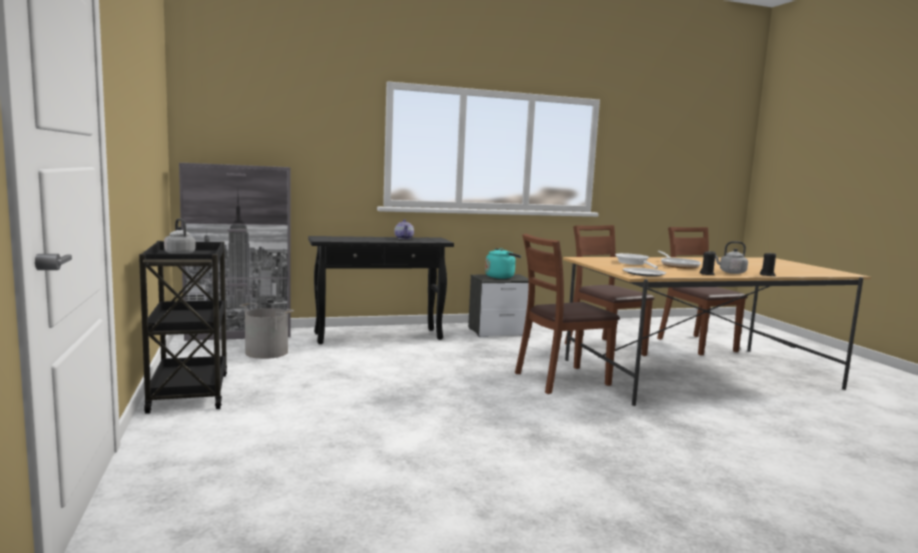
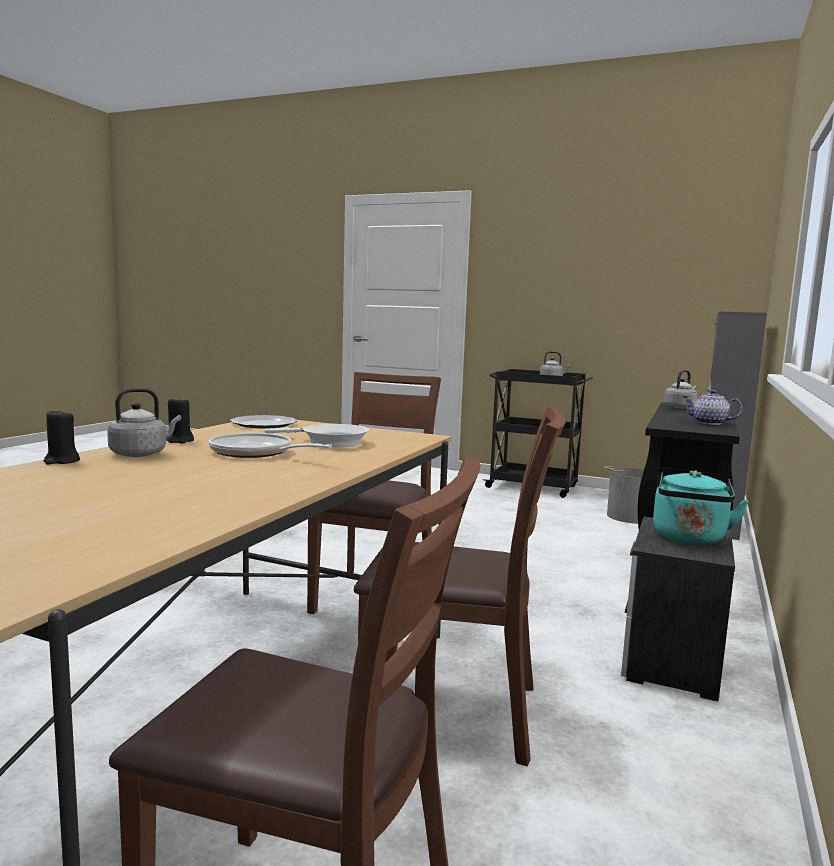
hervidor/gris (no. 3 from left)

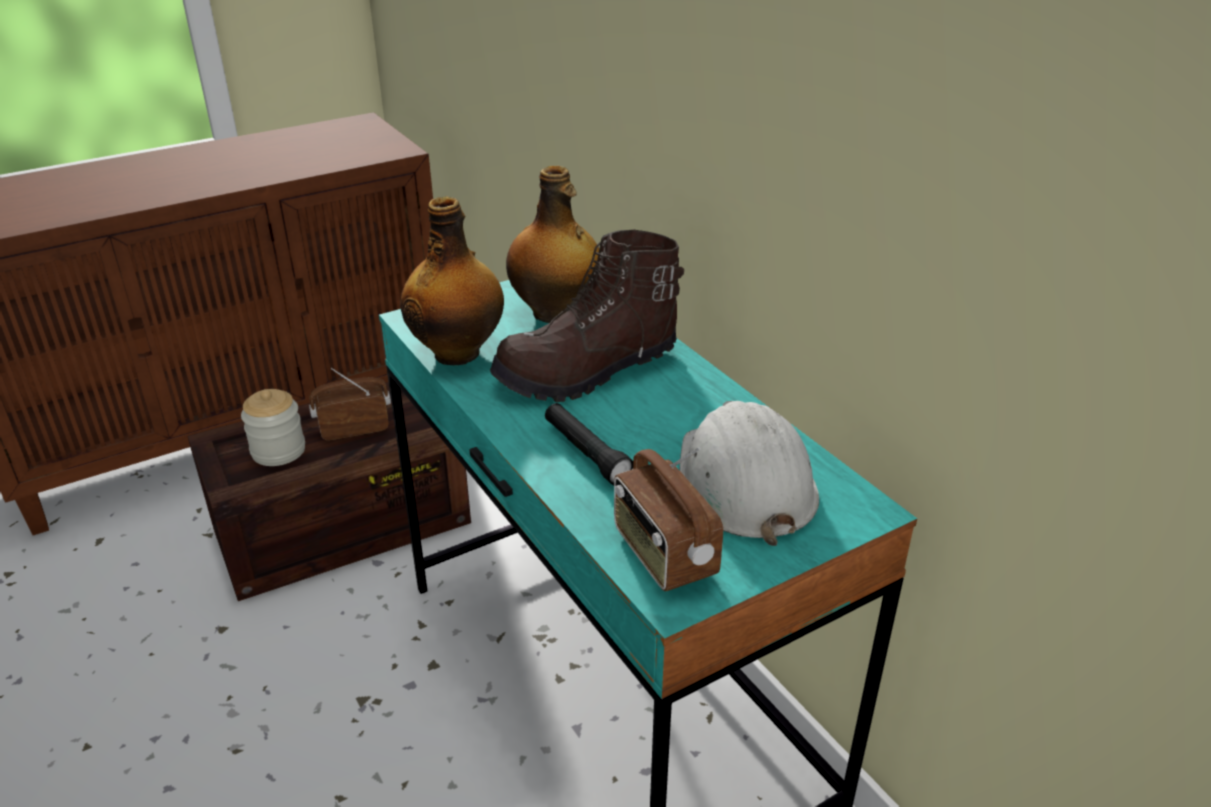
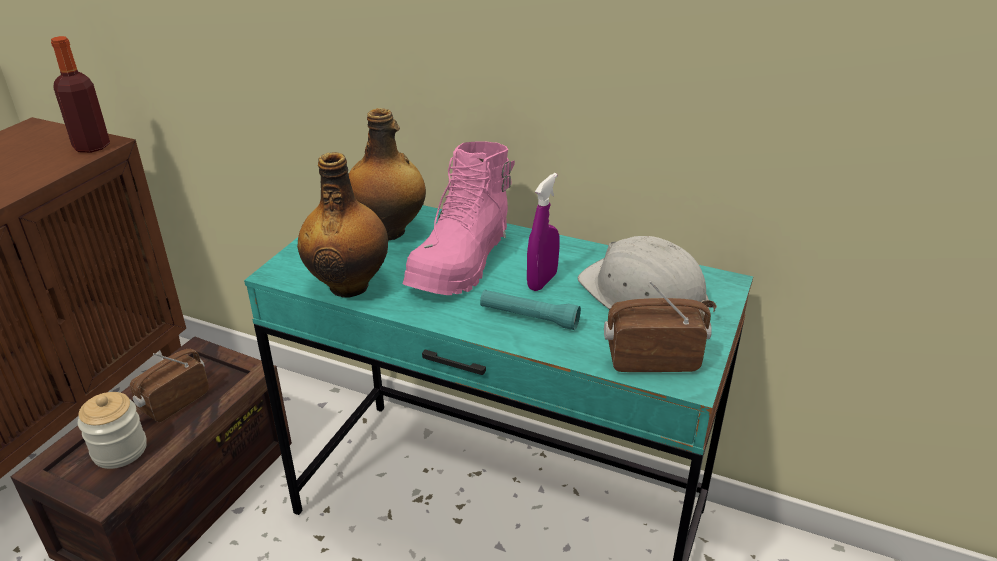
botella (no. 1 from left)
bota/rosa
linterna/turquesa
pulverizador/morado
radio (no. 2 from left)

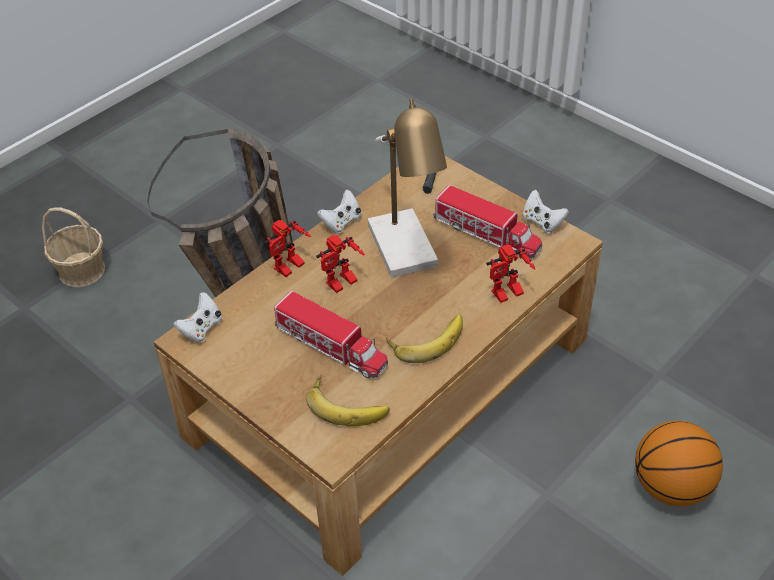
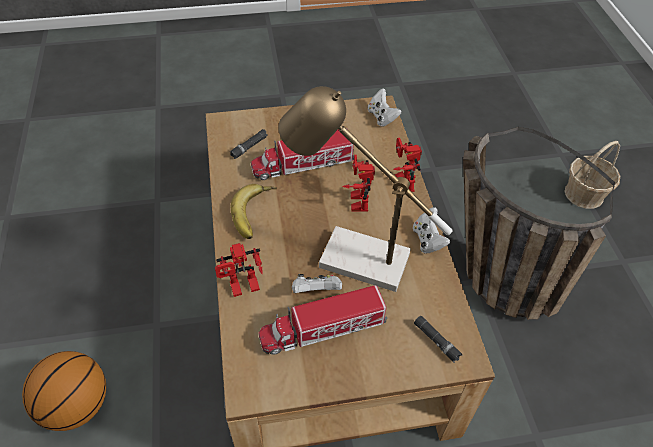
robot de juguete (no. 1 from left)
linterna/negro (no. 1 from left)
mando de consola/blanco (no. 1 from left)

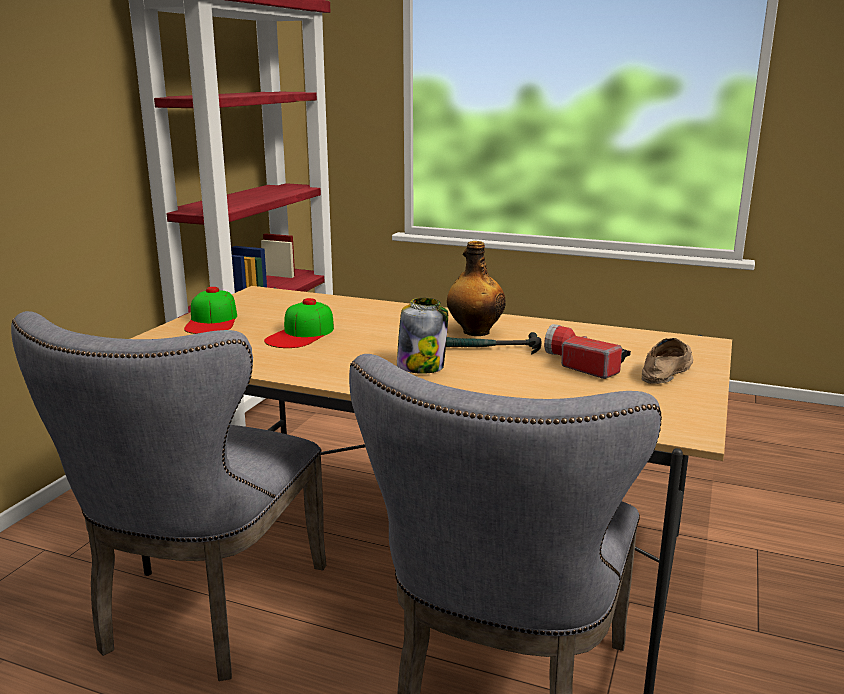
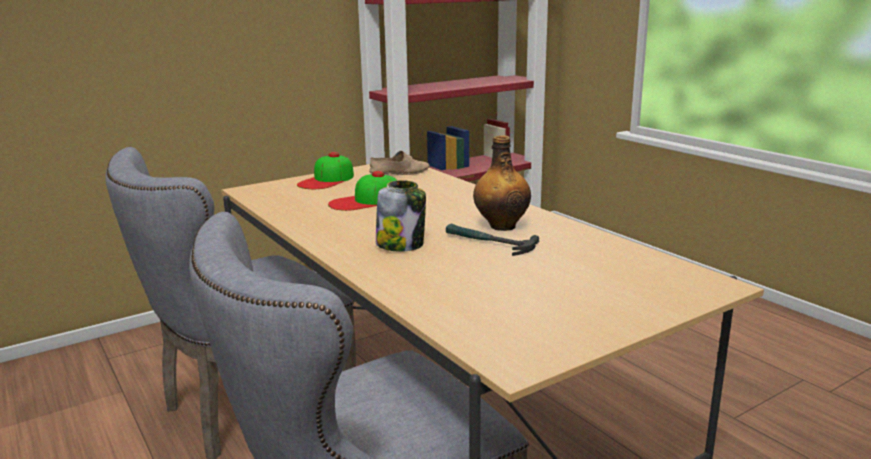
zapato/beis
linterna

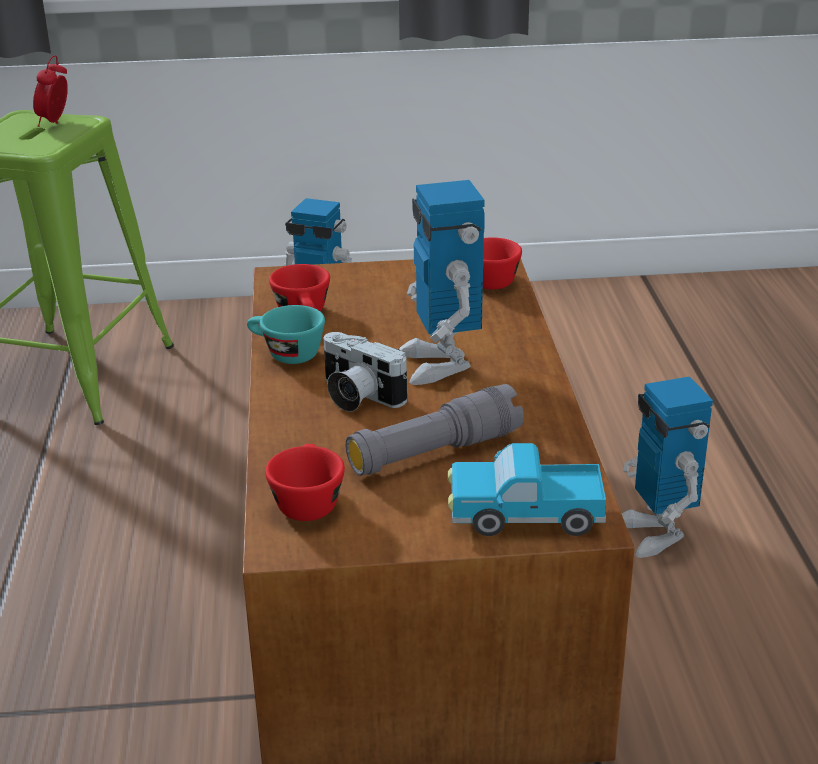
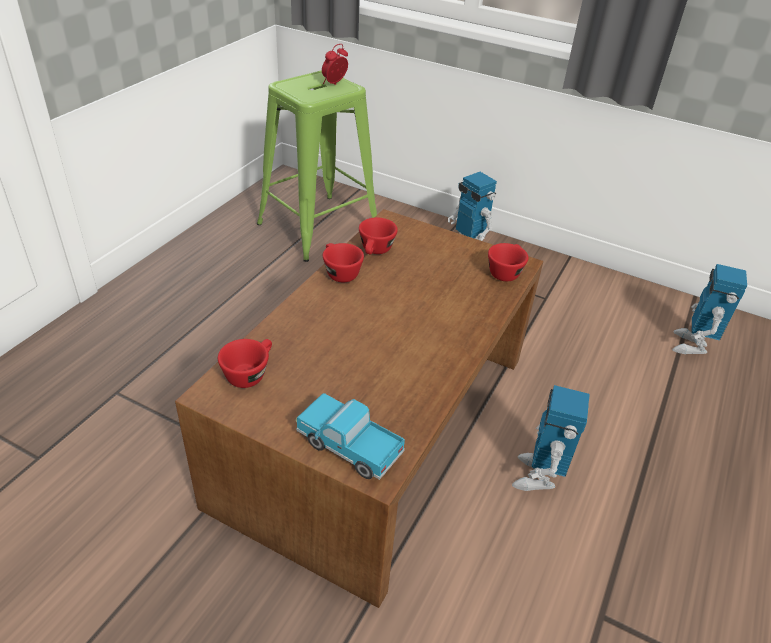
taza/rojo (no. 2 from left)
robot de juguete (no. 3 from left)
cámara
linterna/gris

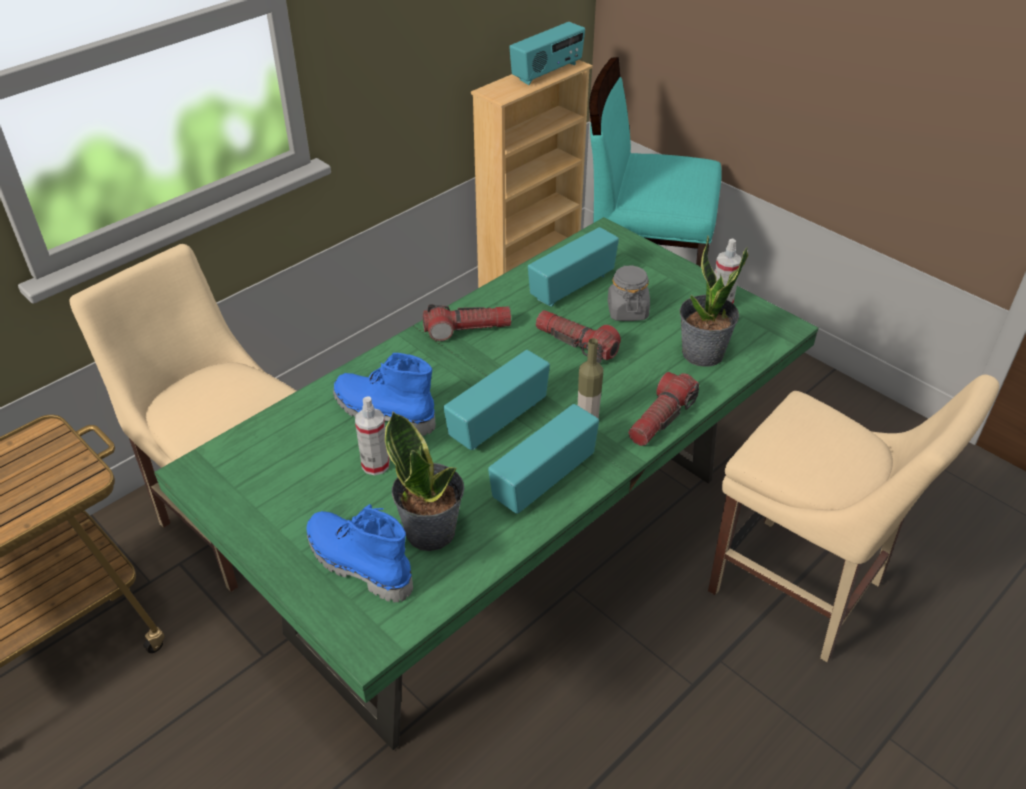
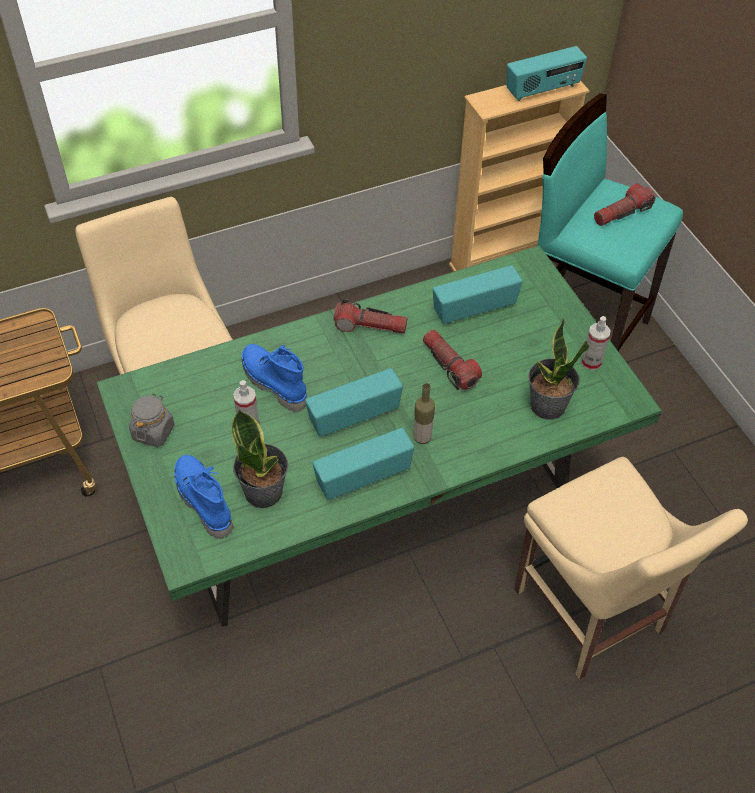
tarro/gris
linterna (no. 3 from left)

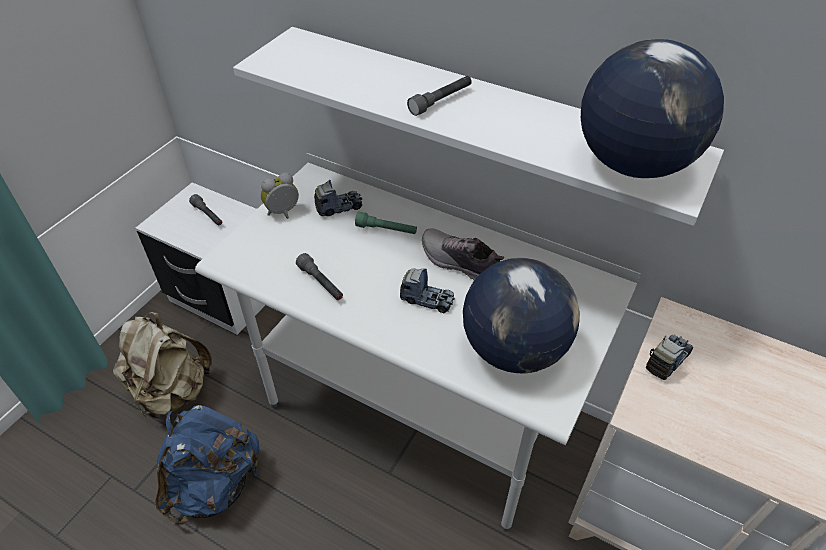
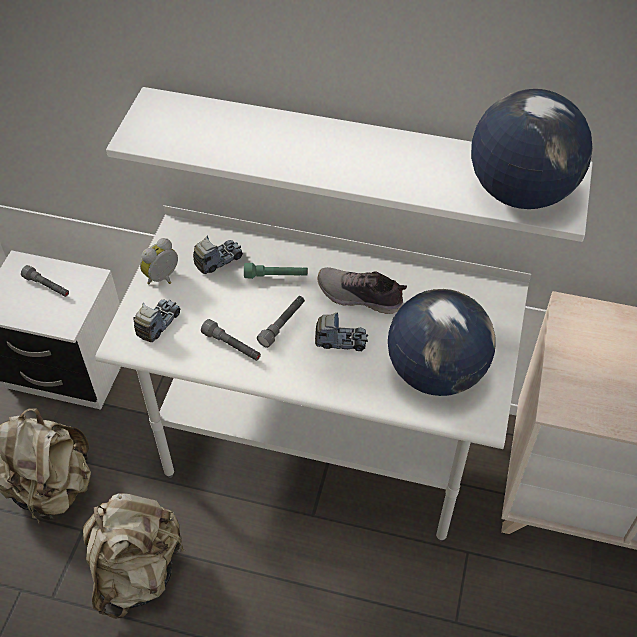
mochila/beis (no. 2 from left)
camión de juguete (no. 1 from left)
linterna/gris (no. 3 from left)

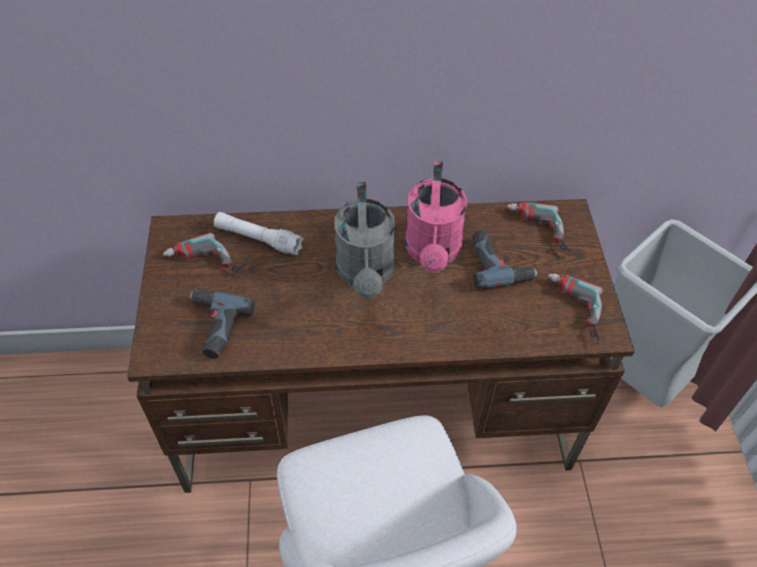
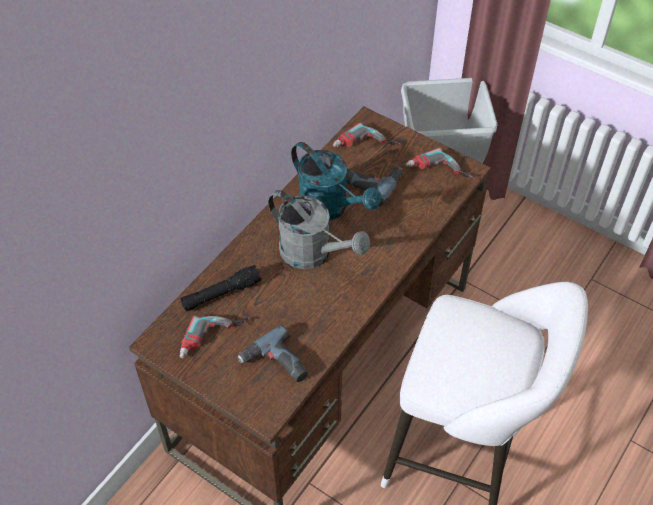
linterna/negro
regadera/turquesa

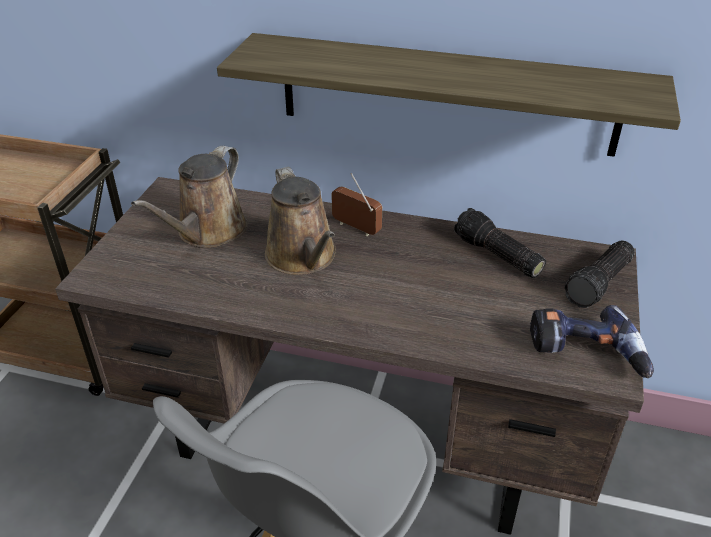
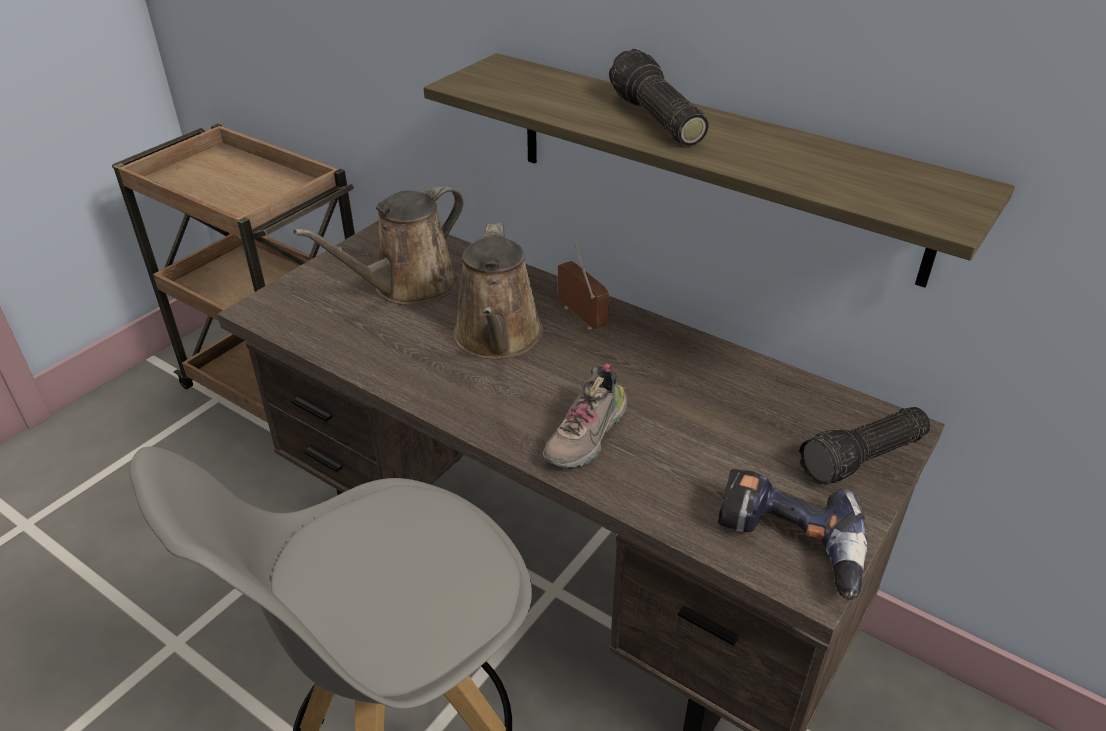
zapato
linterna (no. 1 from left)

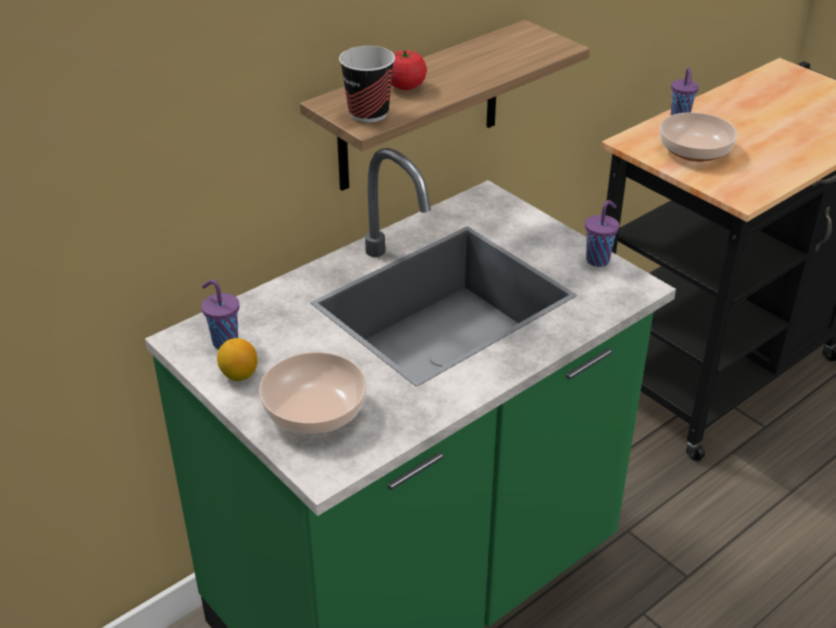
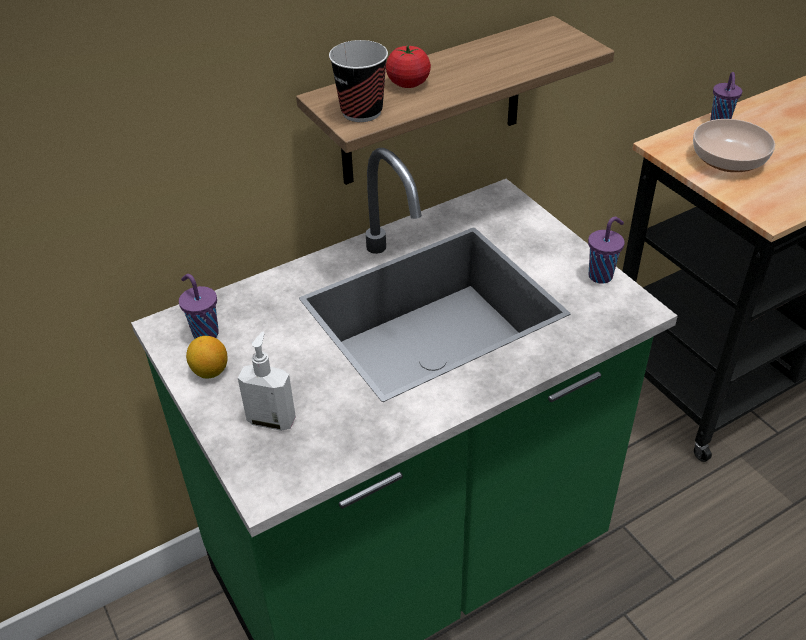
dispensador de jabón

